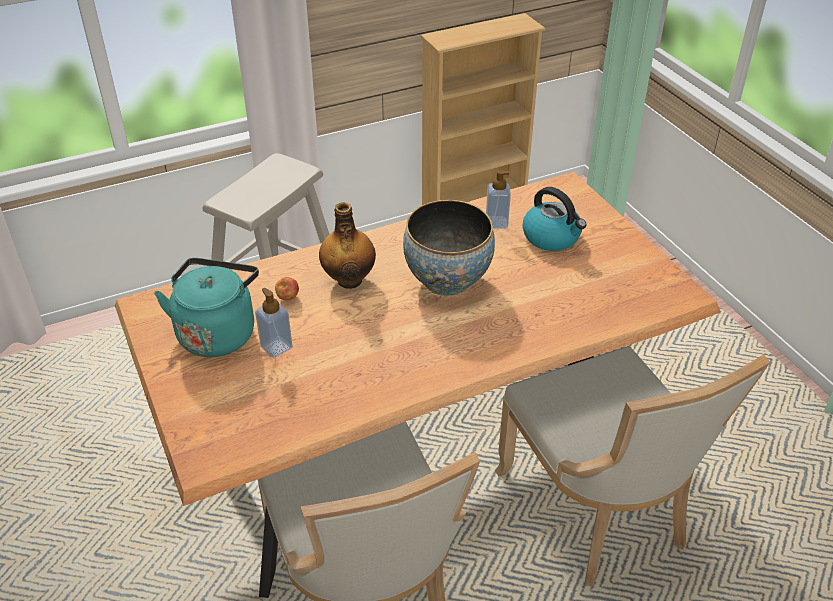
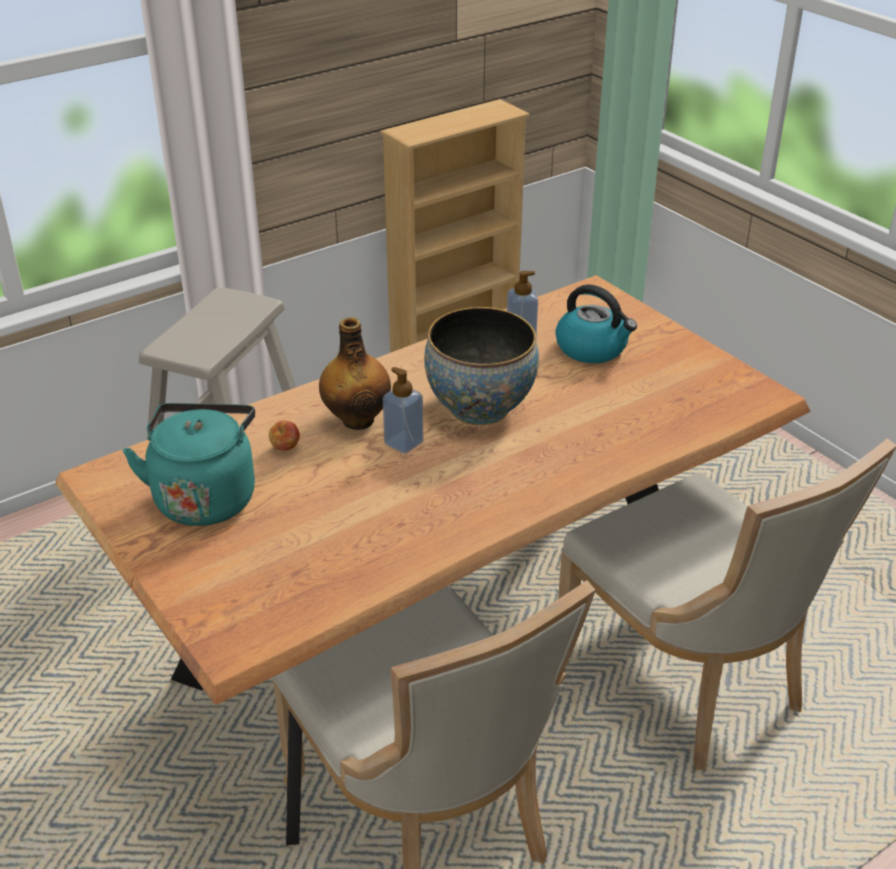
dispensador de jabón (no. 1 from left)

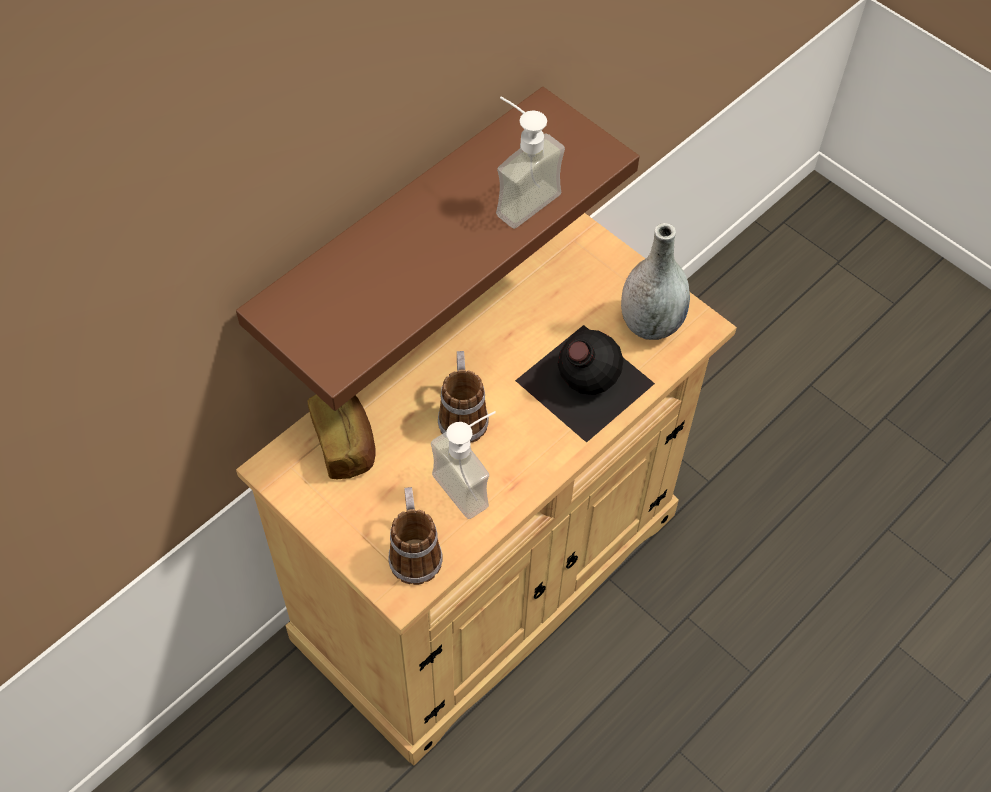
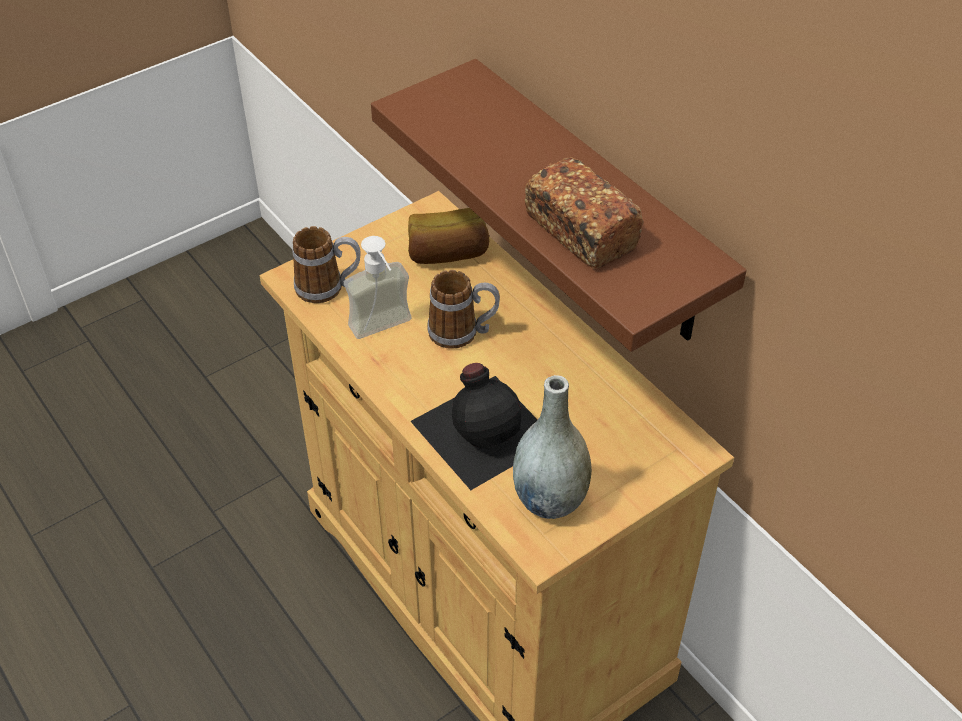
pan (no. 2 from left)

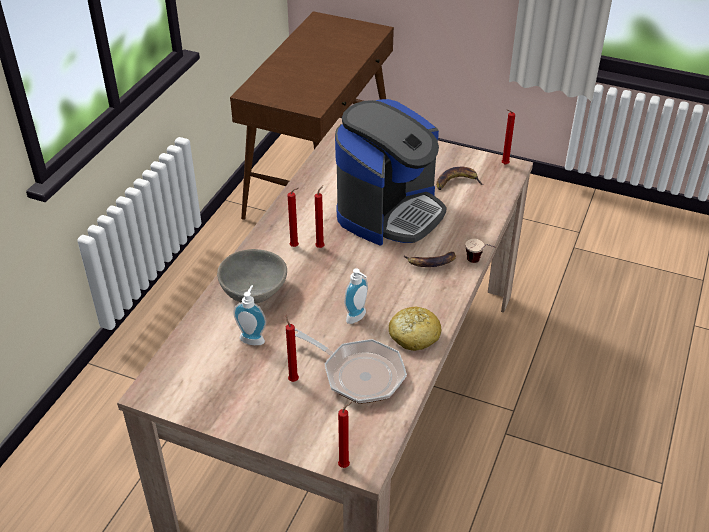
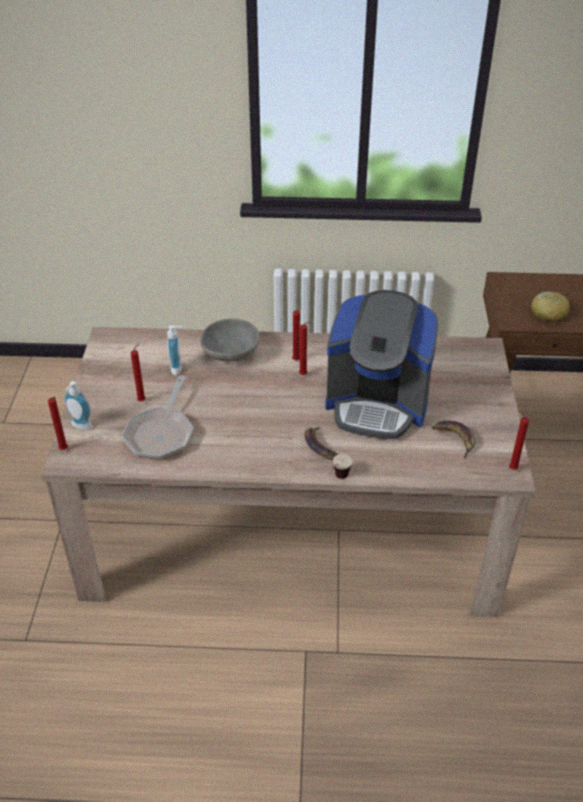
dispensador de jabón (no. 1 from left)
pan

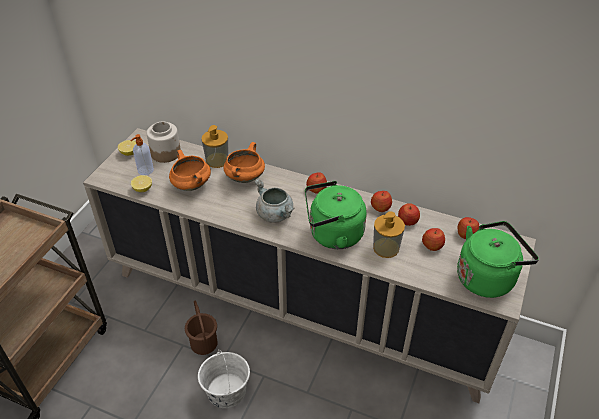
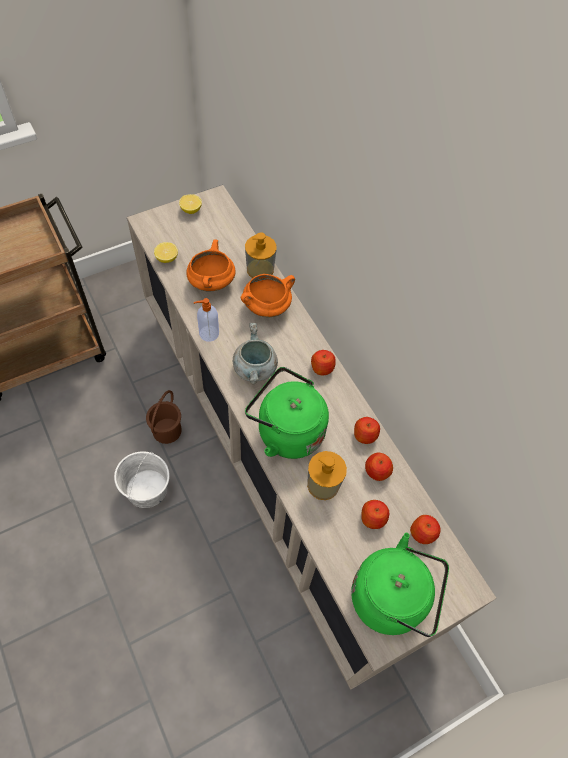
dispensador de jabón (no. 1 from left)
tarro

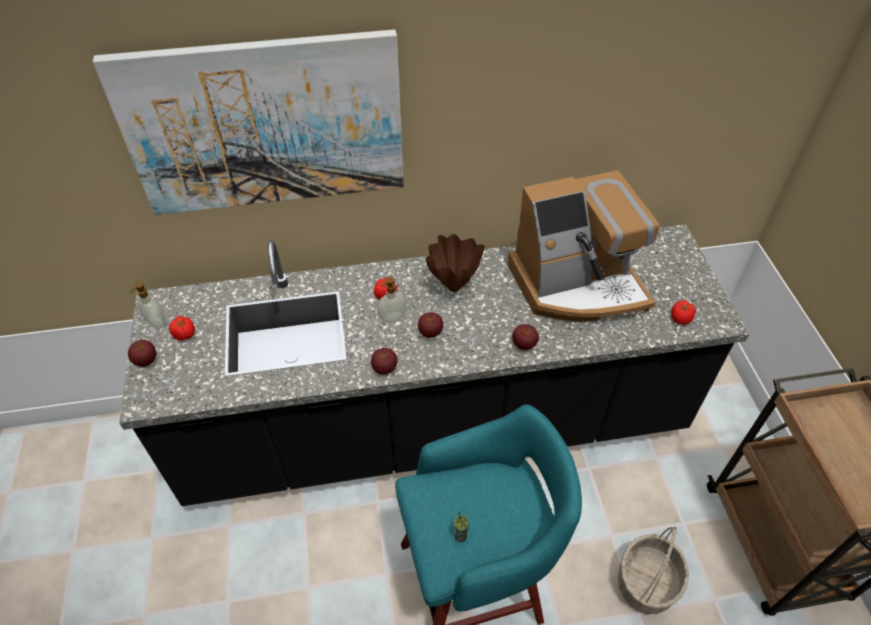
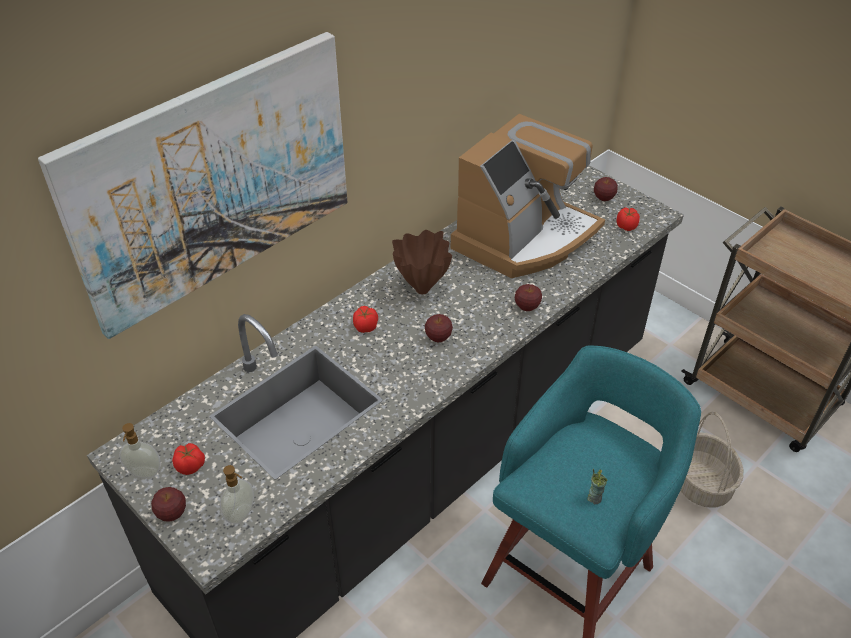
dispensador de jabón (no. 2 from left)
manzana (no. 4 from left)

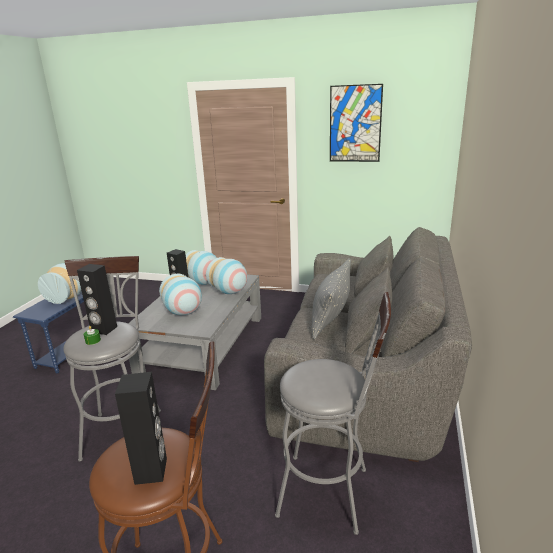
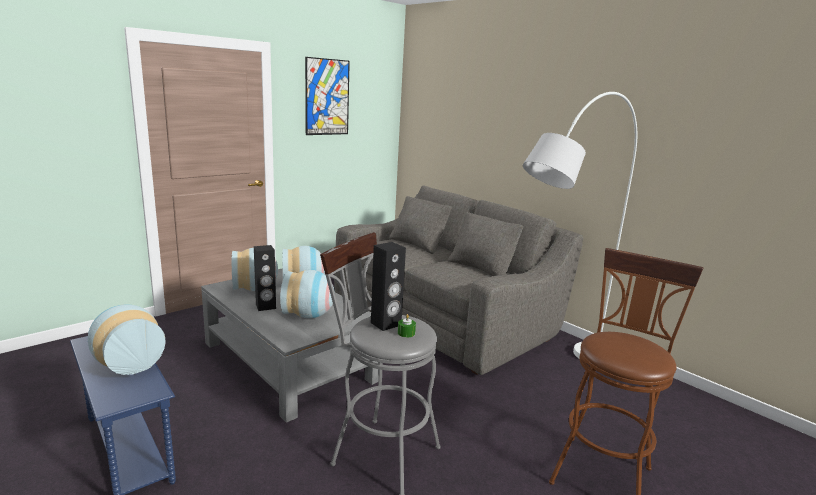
lámpara de pie/blanco
altavoz/negro (no. 2 from left in the first image)
cojín/gris

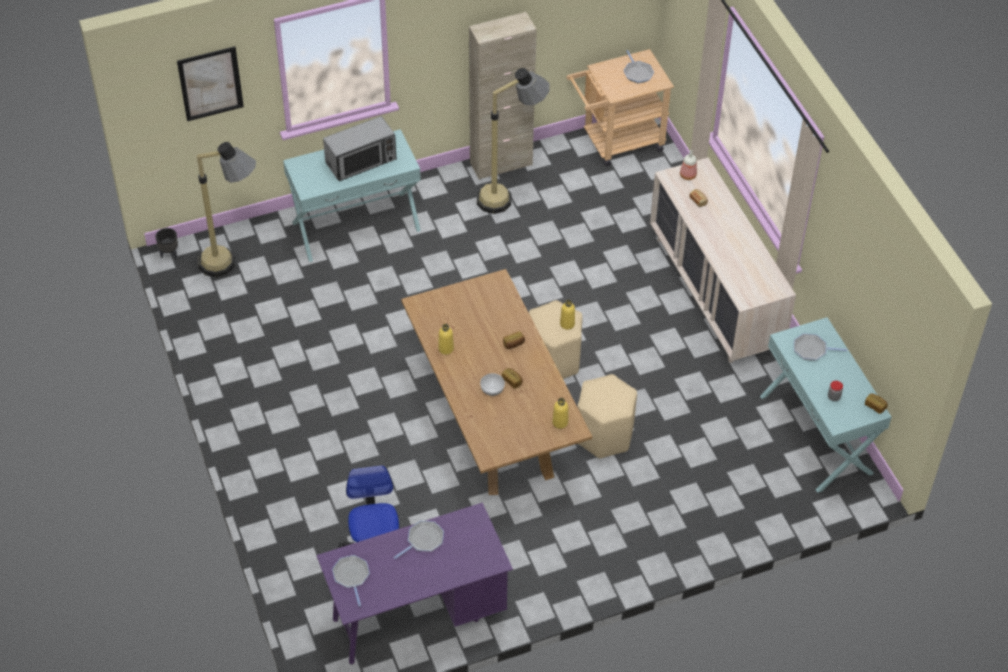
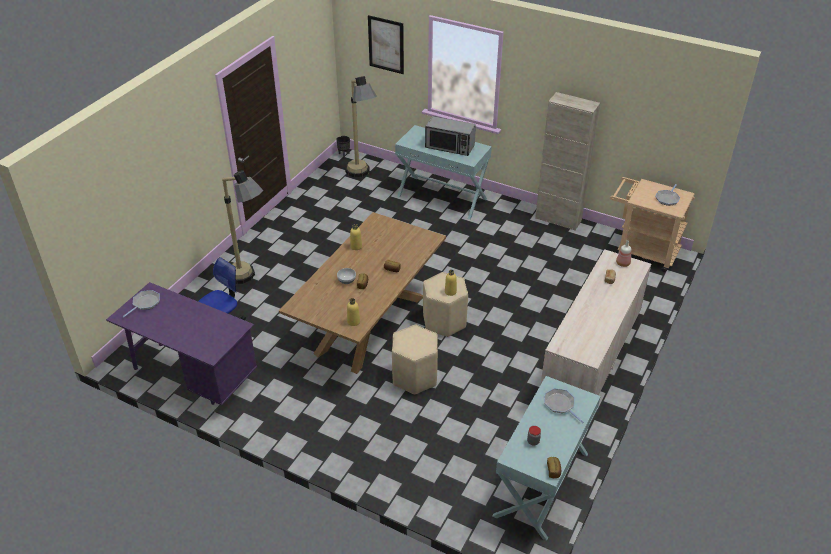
lámpara de pie (no. 1 from left)
sartén (no. 2 from left in the first image)

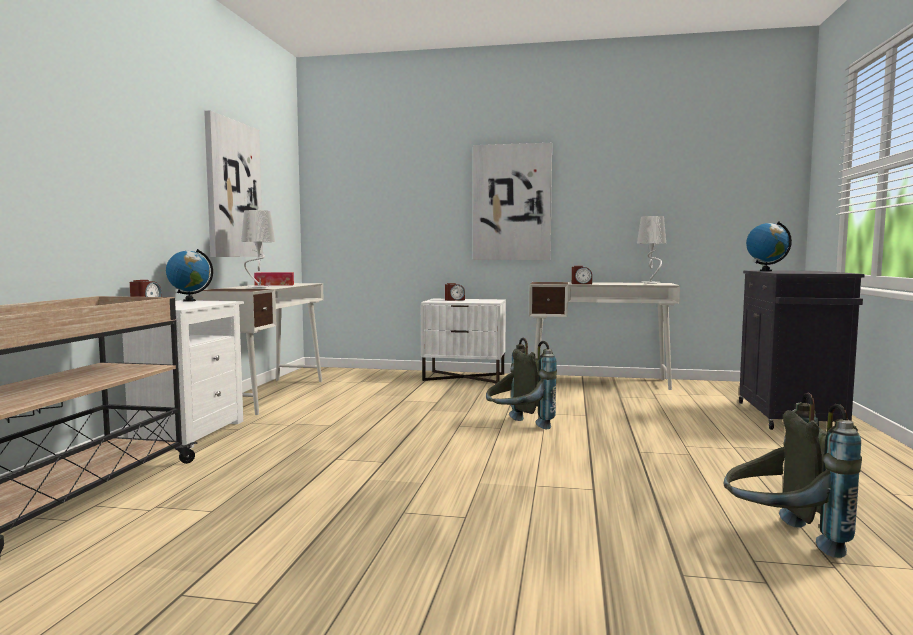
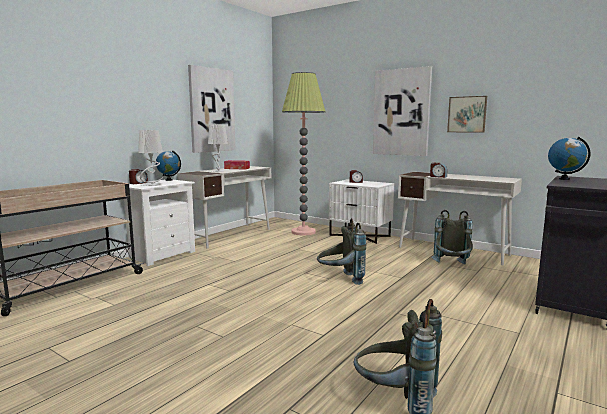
lámpara de mesa/gris (no. 1 from left)
lámpara de pie
mochila/gris (no. 3 from left)
cuadro (no. 3 from left)

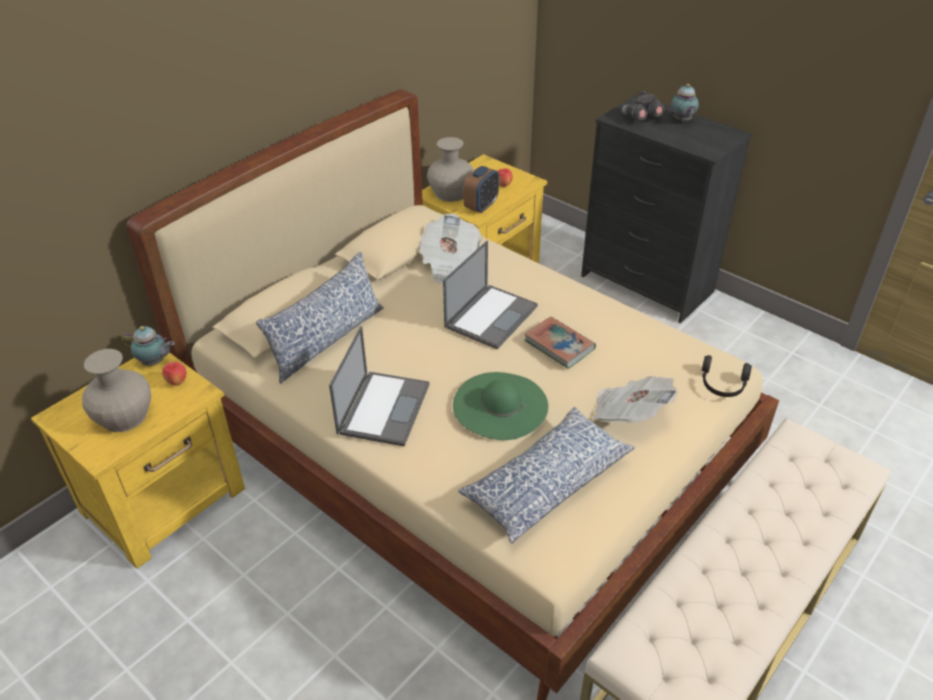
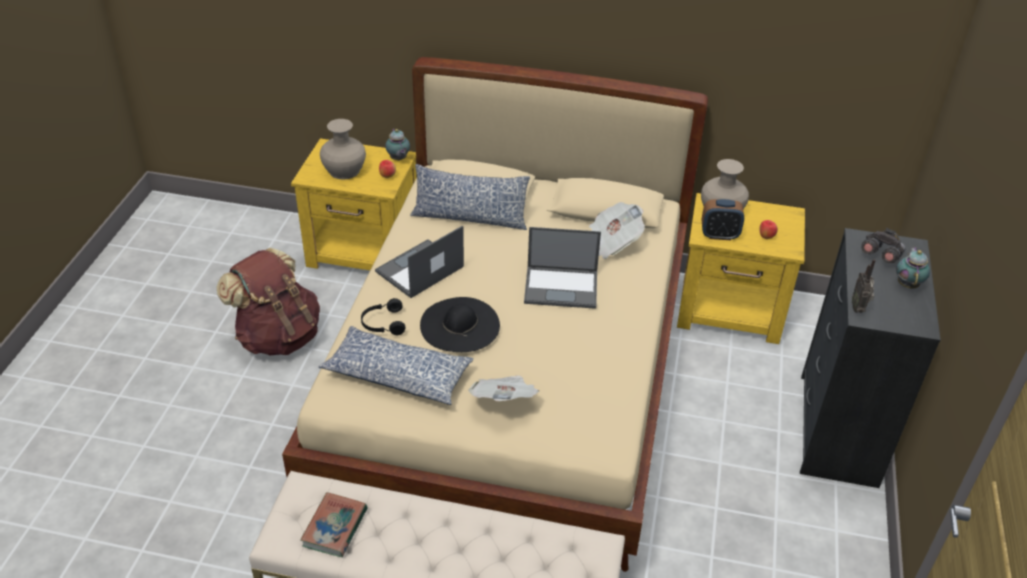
mochila/marrón
libro
auriculares/negro
portátil (no. 1 from left)
sombrero/negro
radio
tetera (no. 2 from left)

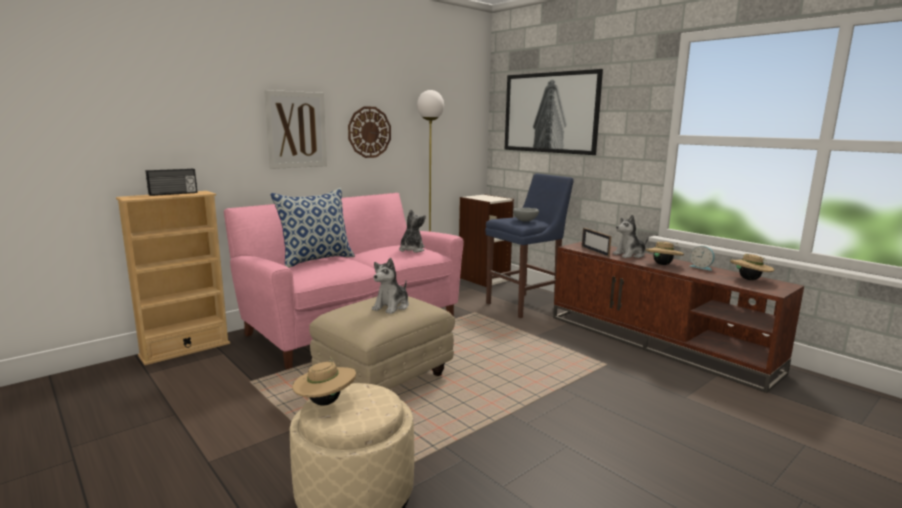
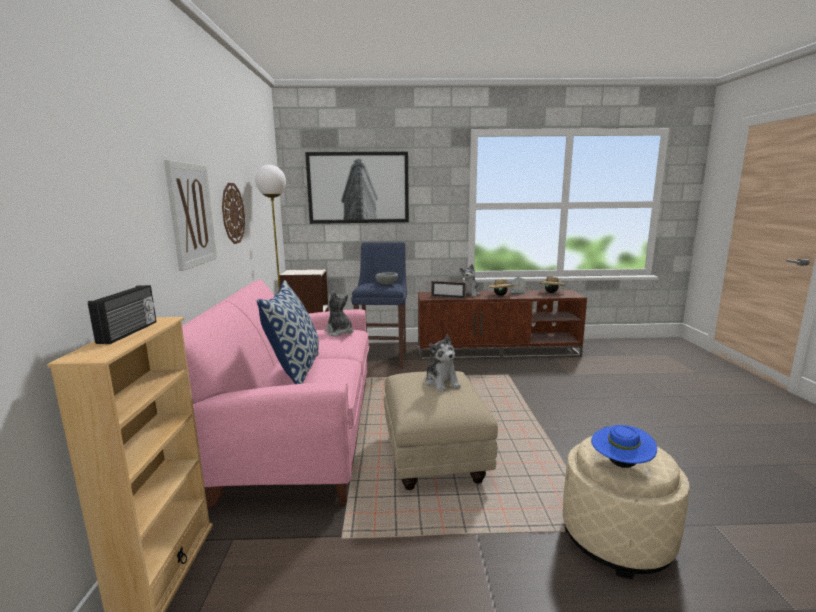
sombrero/azul

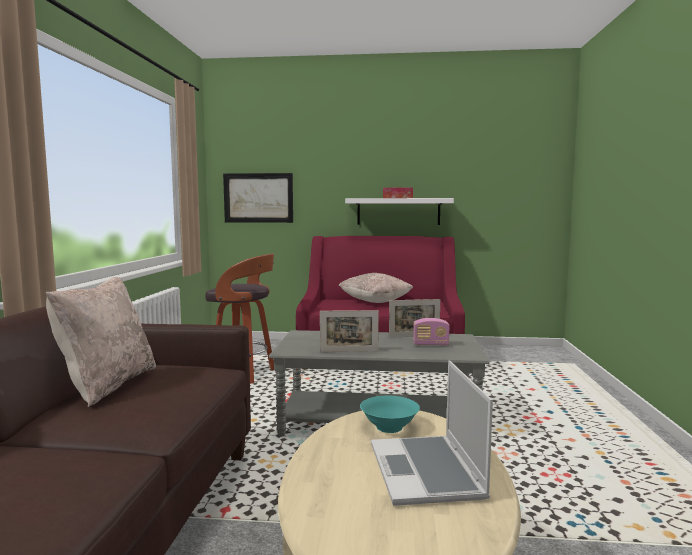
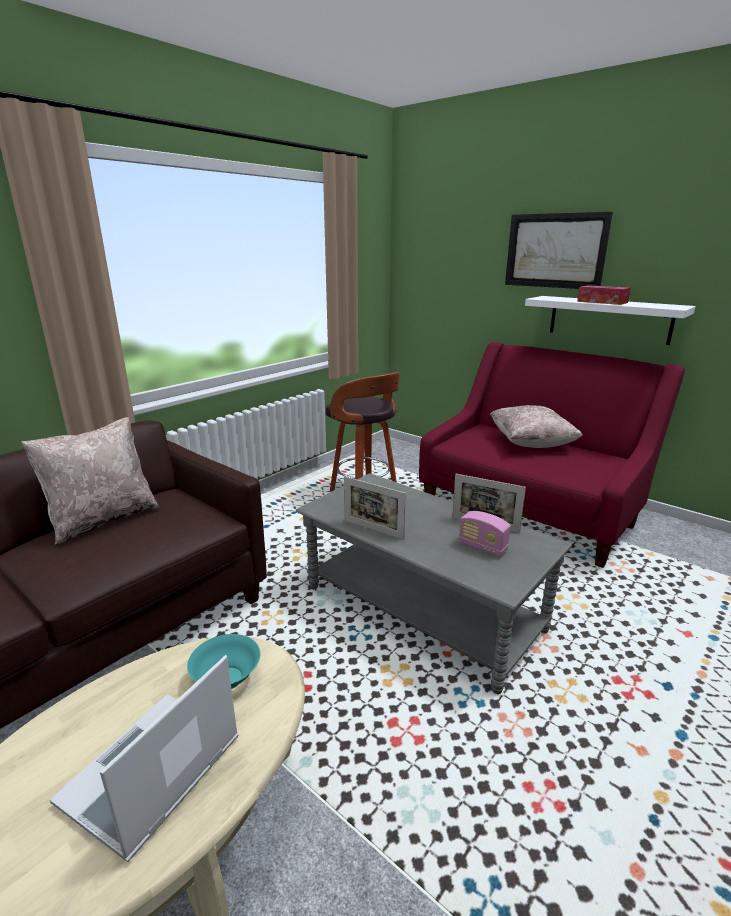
cuadro

